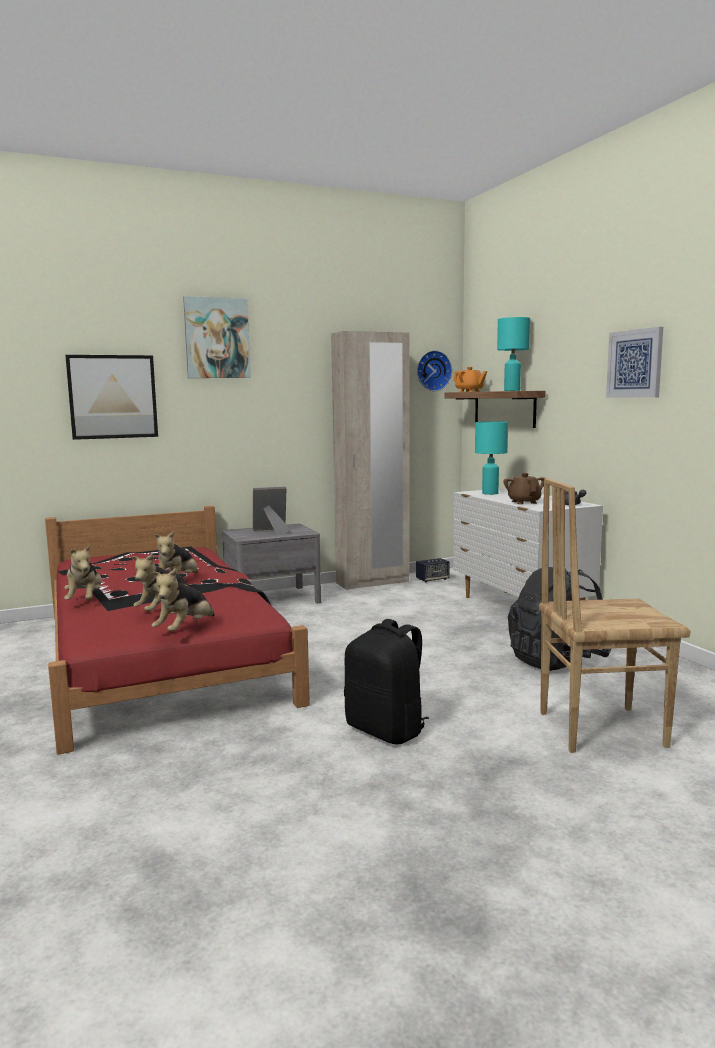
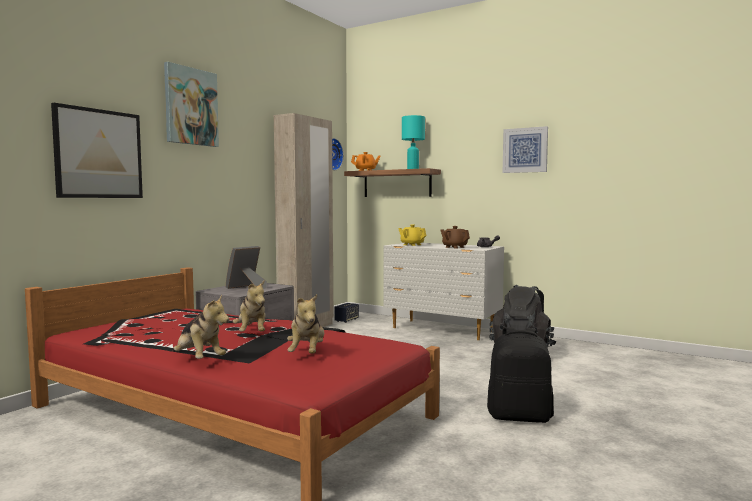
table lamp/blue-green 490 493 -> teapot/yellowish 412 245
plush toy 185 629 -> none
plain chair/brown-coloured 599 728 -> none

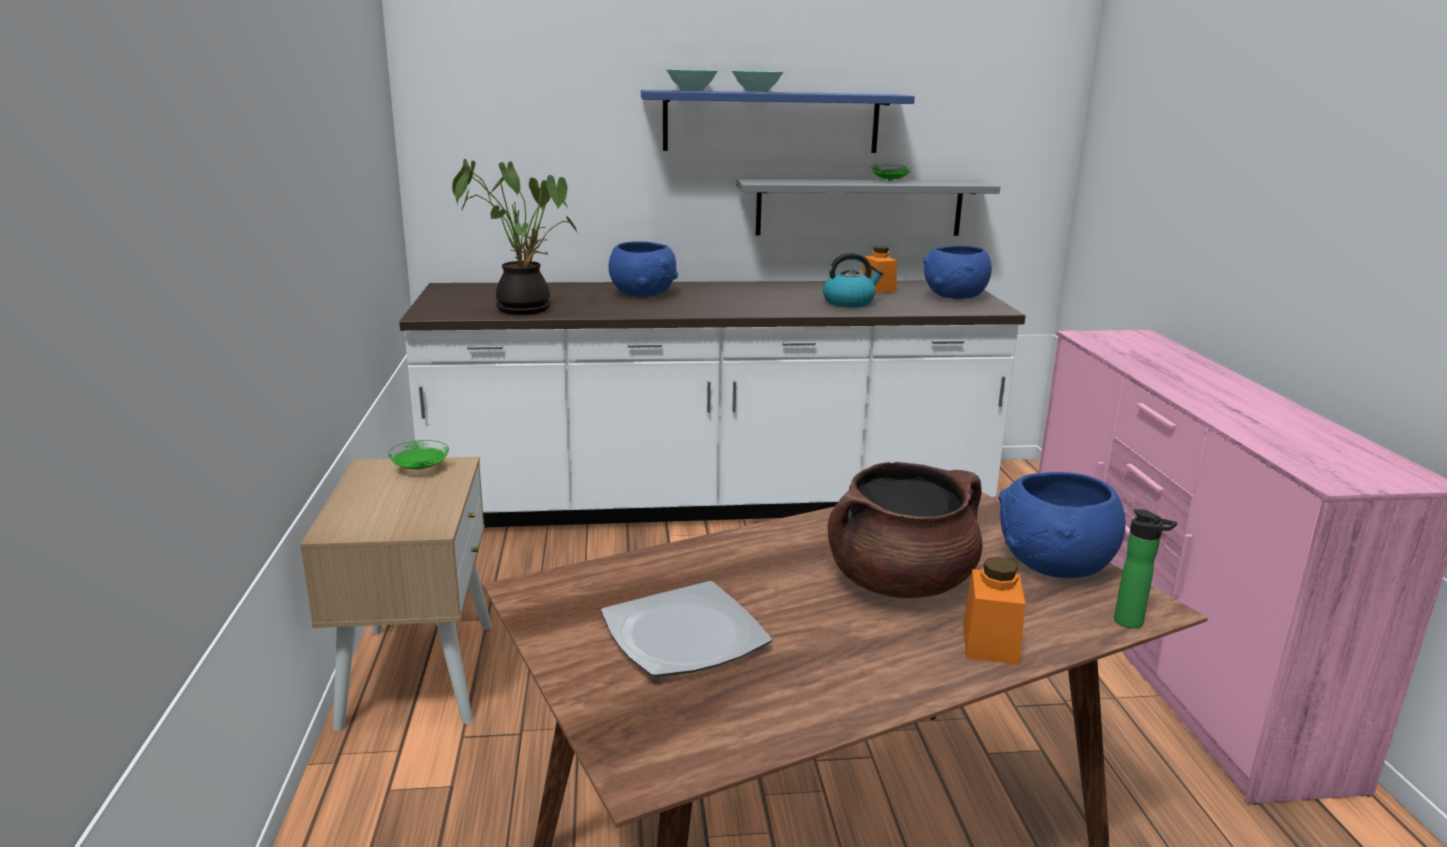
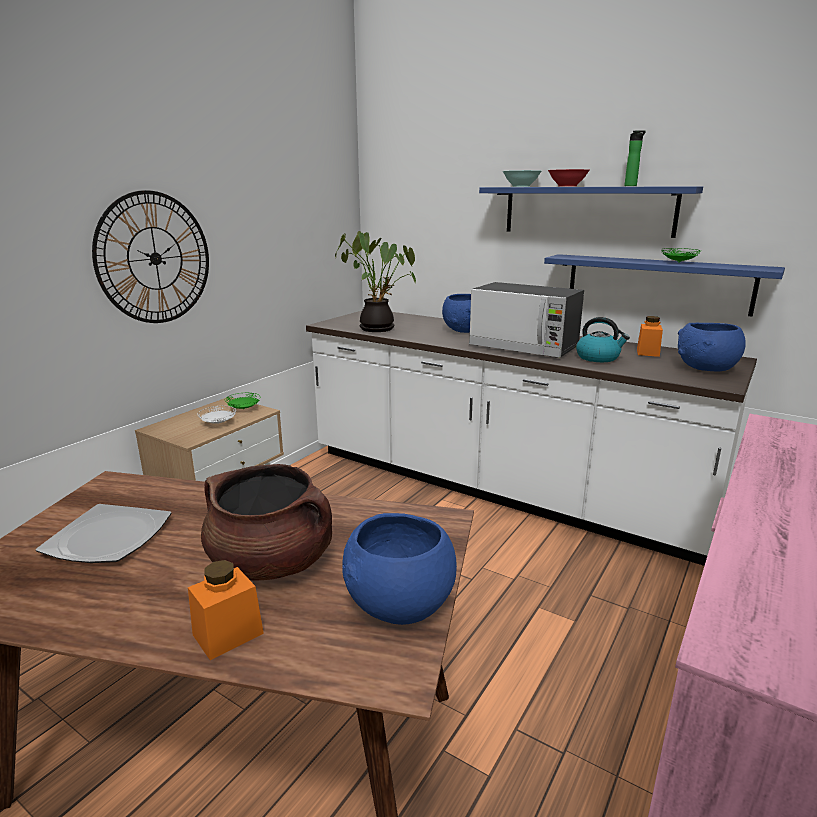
none -> hanging clock 155 258
none -> dinner plate/whitish 218 423
none -> microwave oven 524 347
wall shelf/gray 859 207 -> wall shelf/blue 657 283
deep dish/blue-green 757 92 -> deep dish/red-coloured 567 186
beverage bottle 1133 623 -> beverage bottle 631 186, moved

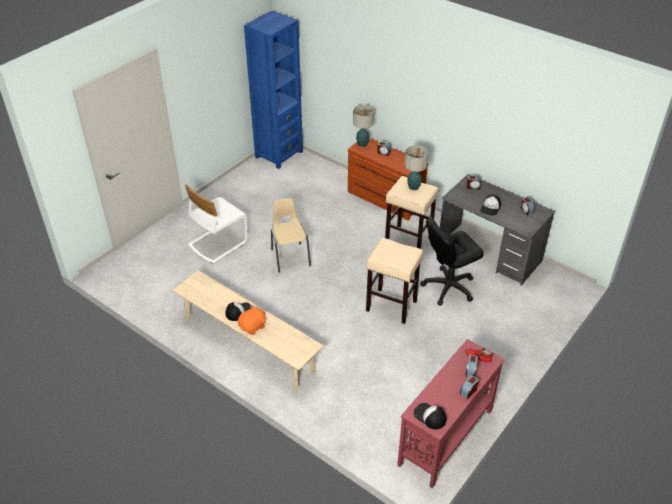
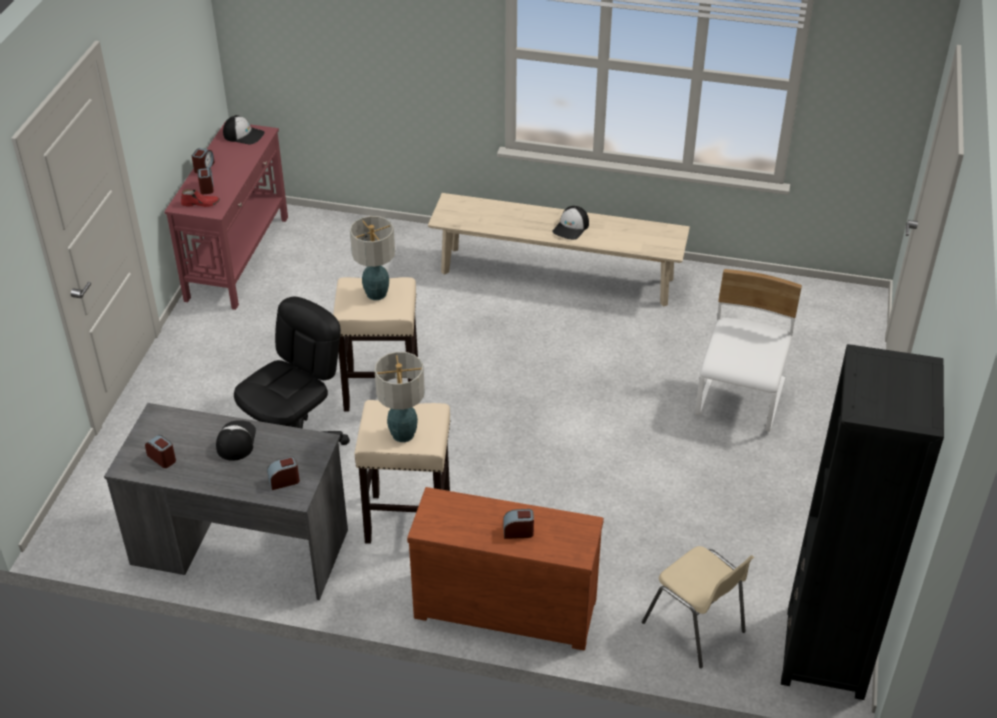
table lamp 362 144 -> table lamp 376 294, moved
plain chair/sand-coloured 290 257 -> plain chair/sand-coloured 695 628, moved
bookcase/blue 279 154 -> bookcase/blackish 825 652
plush toy/orange-coloured 253 327 -> none

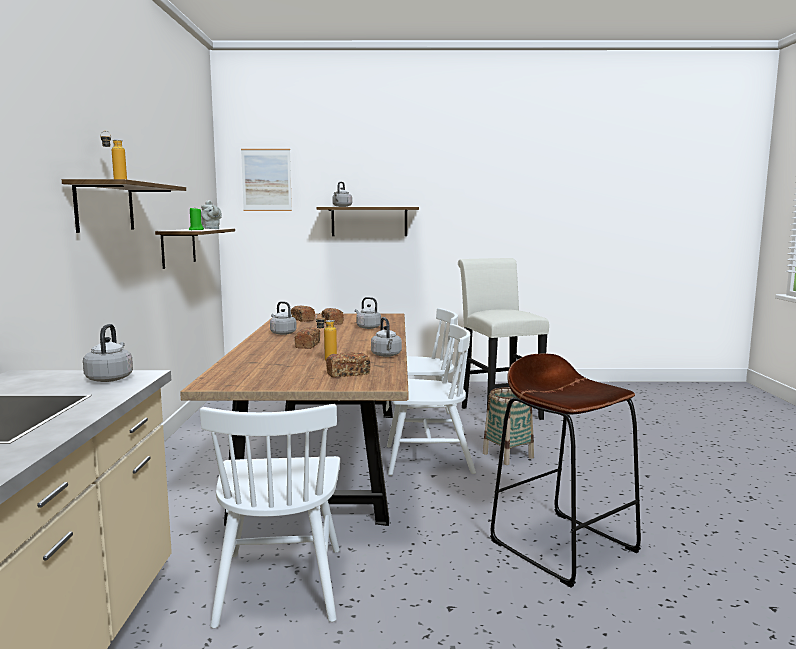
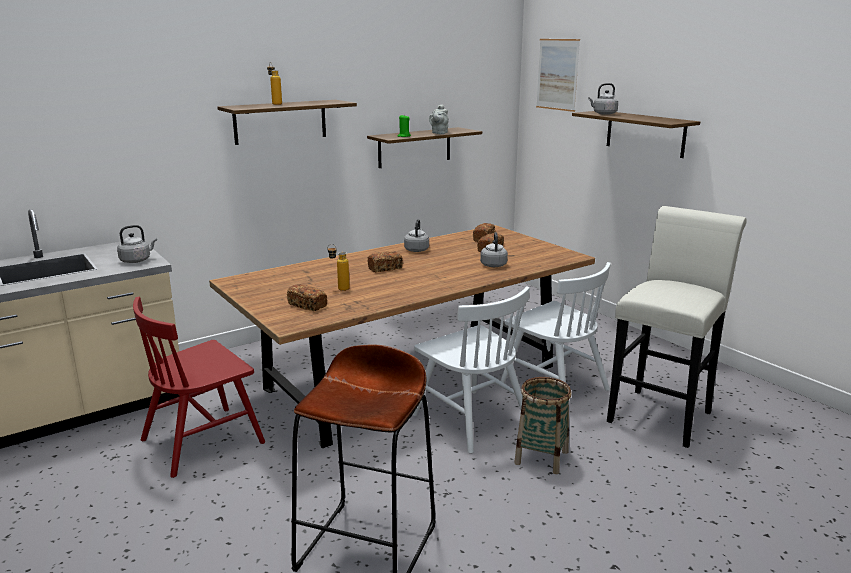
plain chair/whitish 280 585 -> plain chair/red-coloured 203 441
tea kettle/gray 386 355 -> none

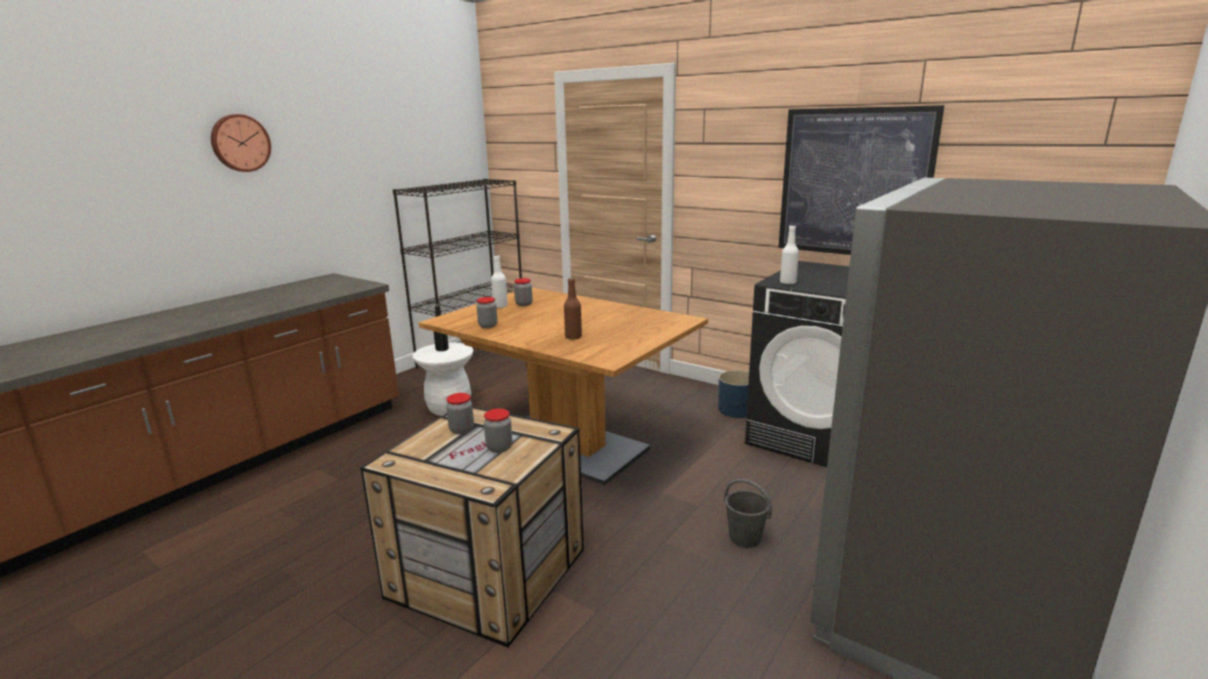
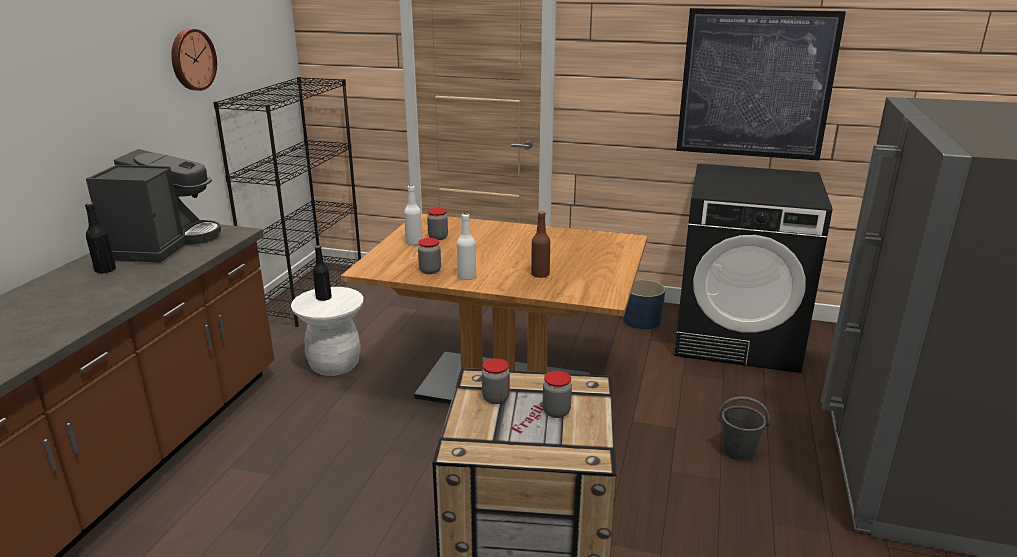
none -> beverage bottle/blackish 105 270
none -> coffee brewer 162 244
hanging clock 240 143 -> hanging clock 191 59, moved
beverage bottle/whitish 787 282 -> beverage bottle/whitish 467 277, moved

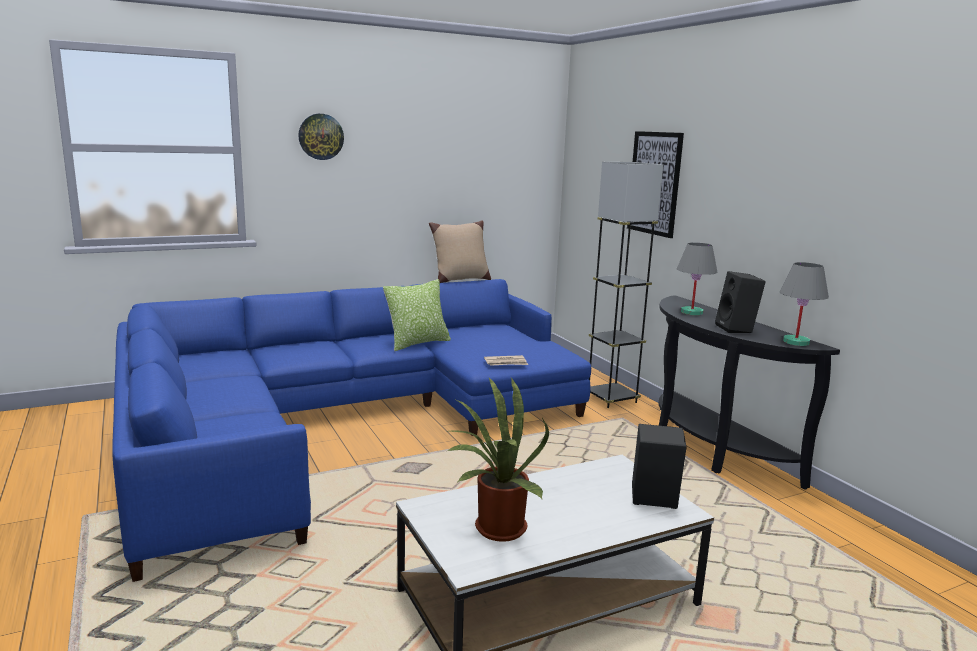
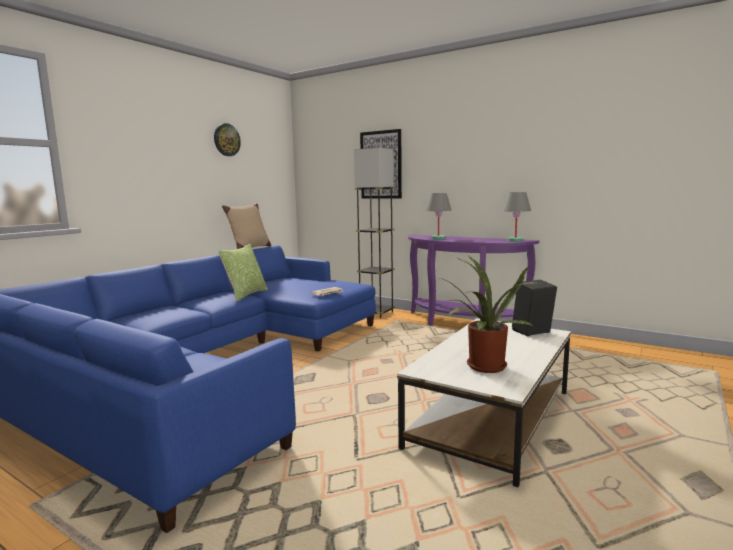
hanging clock 321 136 -> hanging clock 226 140, moved
narrow table/blackish 708 449 -> narrow table/purple-coloured 461 324
speaker/blackish 737 329 -> none

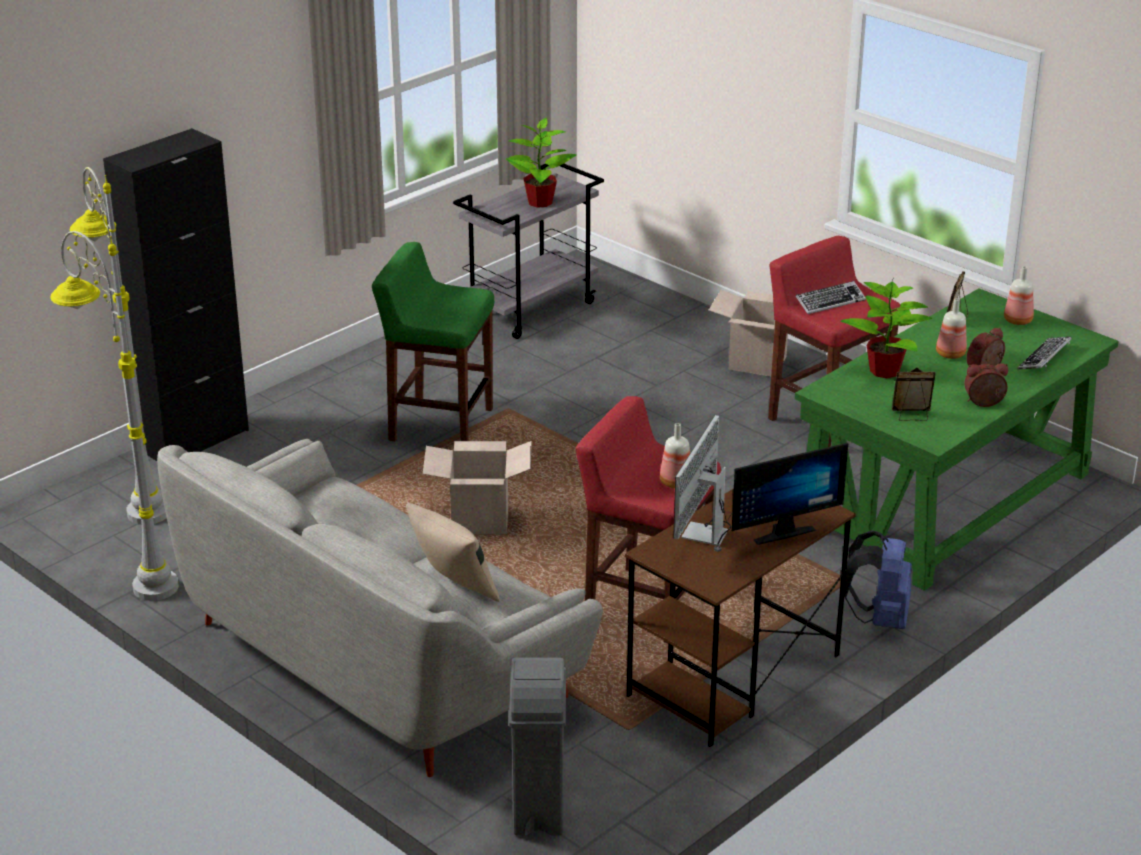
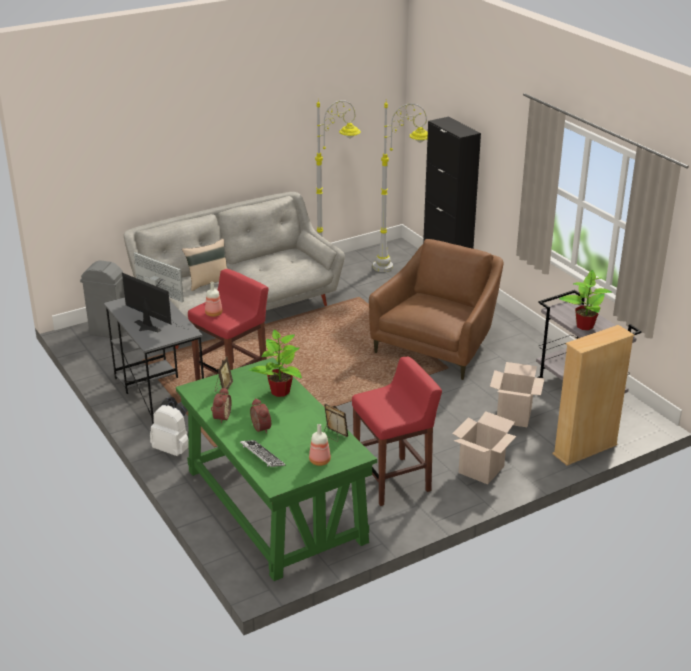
desk unit/brown-coloured 733 677 -> desk unit/gray 159 394
computer screen 780 531 -> computer screen 144 328, 135 degrees clockwise
backpack/blue 880 618 -> backpack/whitish 174 449
stool seat/green 439 424 -> armchair/brown-coloured 438 345
packing box 480 520 -> packing box 514 416, moved
none -> bookcase/sand-coloured 585 450
keyboard 830 302 -> none
beverage bottle 949 354 -> none

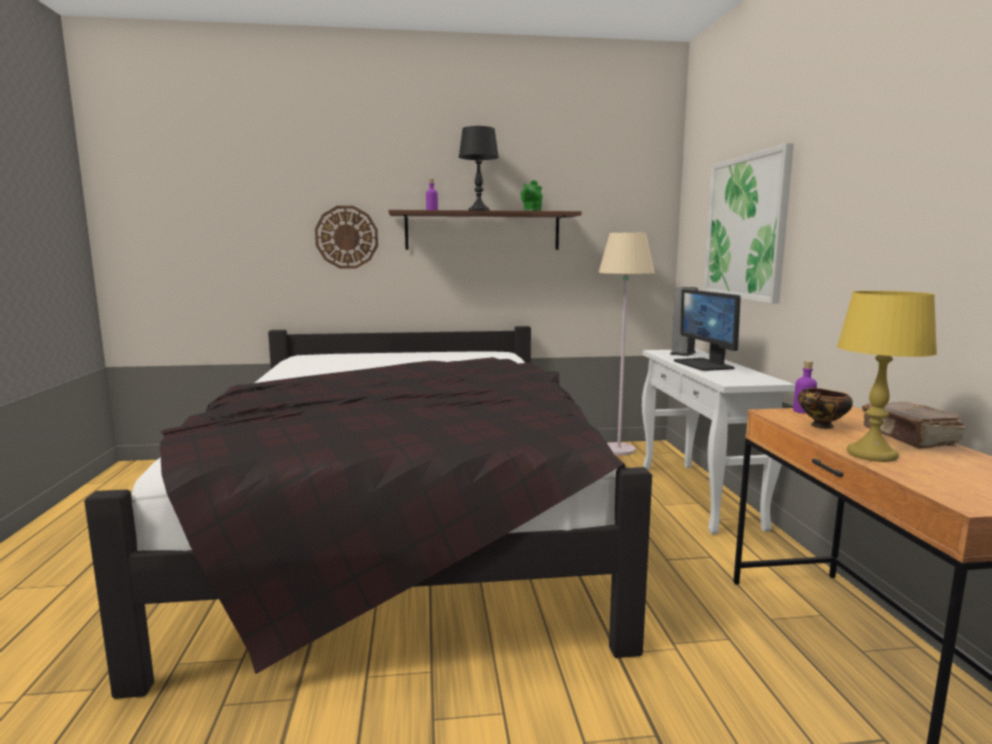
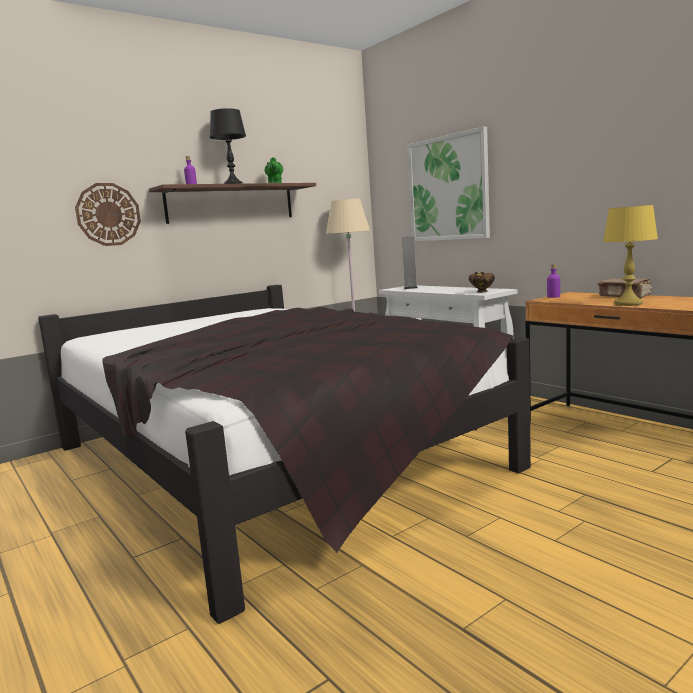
deep dish 821 426 -> deep dish 482 292, moved
computer screen 704 365 -> none

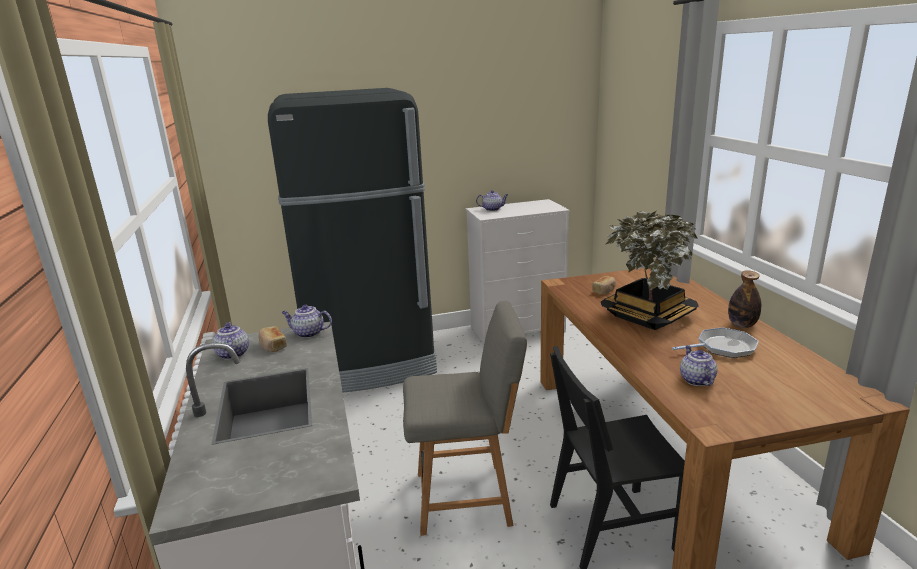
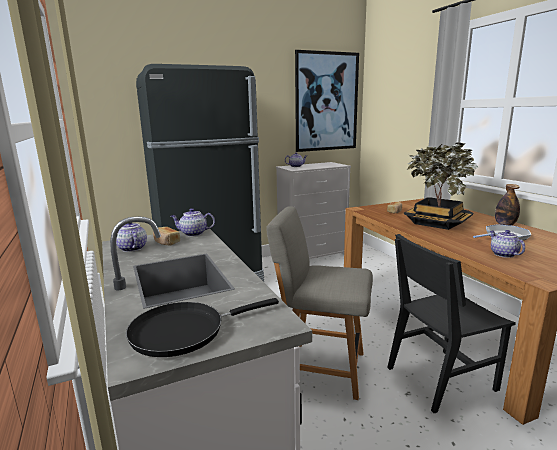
none -> skillet/blackish 184 331
plain chair/gray 467 497 -> plain chair/gray 321 368, 150 degrees counterclockwise
none -> wall picture 326 102

